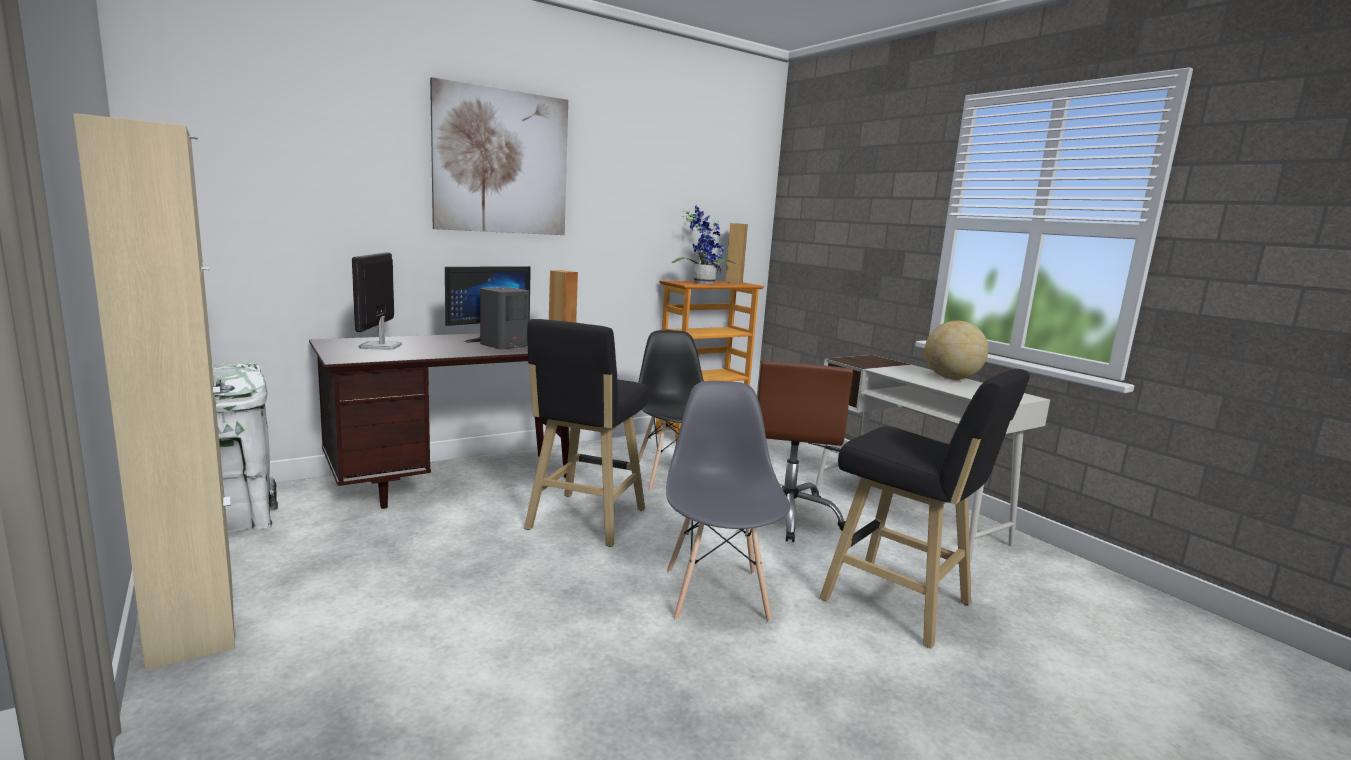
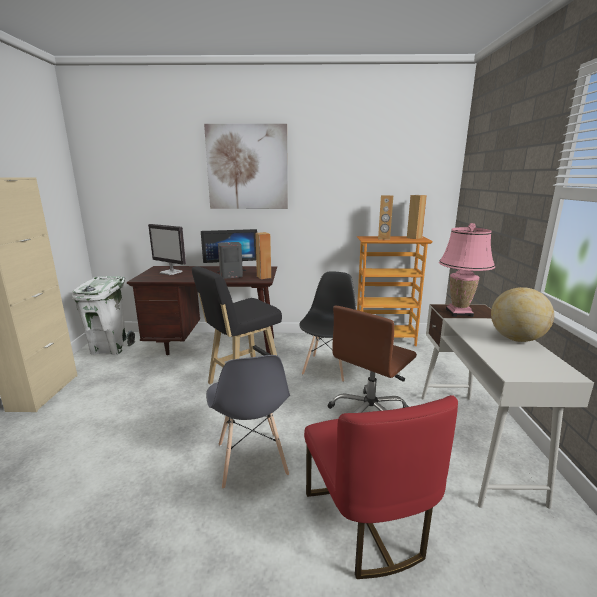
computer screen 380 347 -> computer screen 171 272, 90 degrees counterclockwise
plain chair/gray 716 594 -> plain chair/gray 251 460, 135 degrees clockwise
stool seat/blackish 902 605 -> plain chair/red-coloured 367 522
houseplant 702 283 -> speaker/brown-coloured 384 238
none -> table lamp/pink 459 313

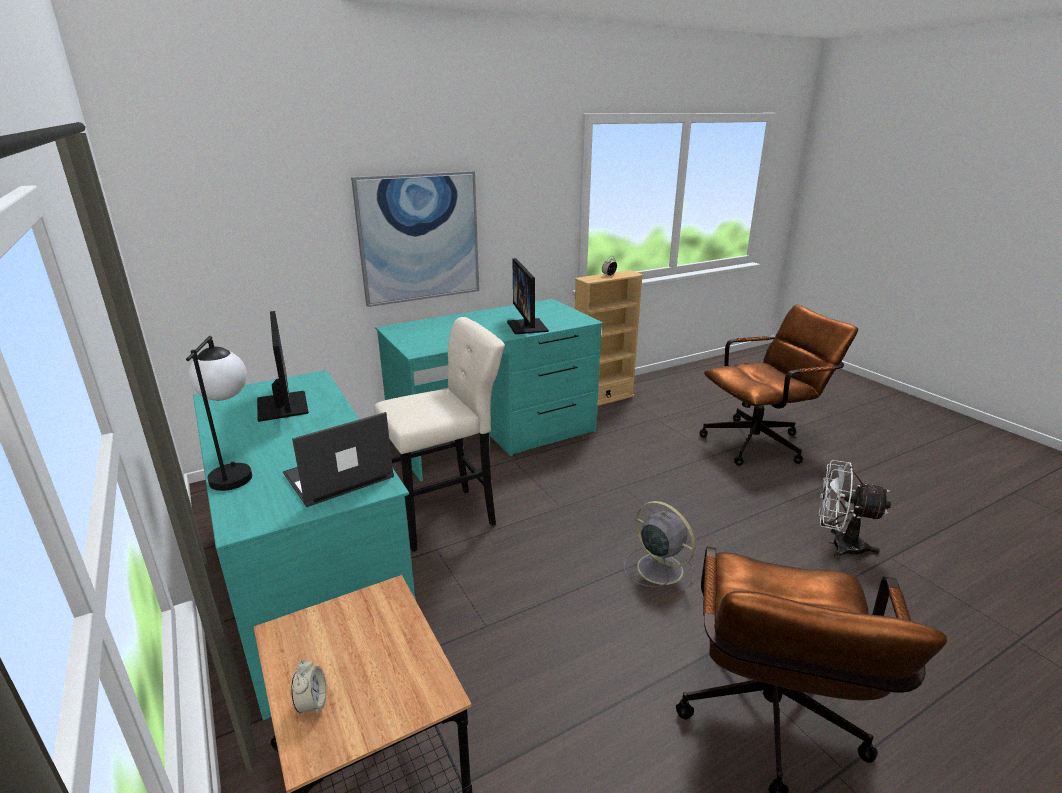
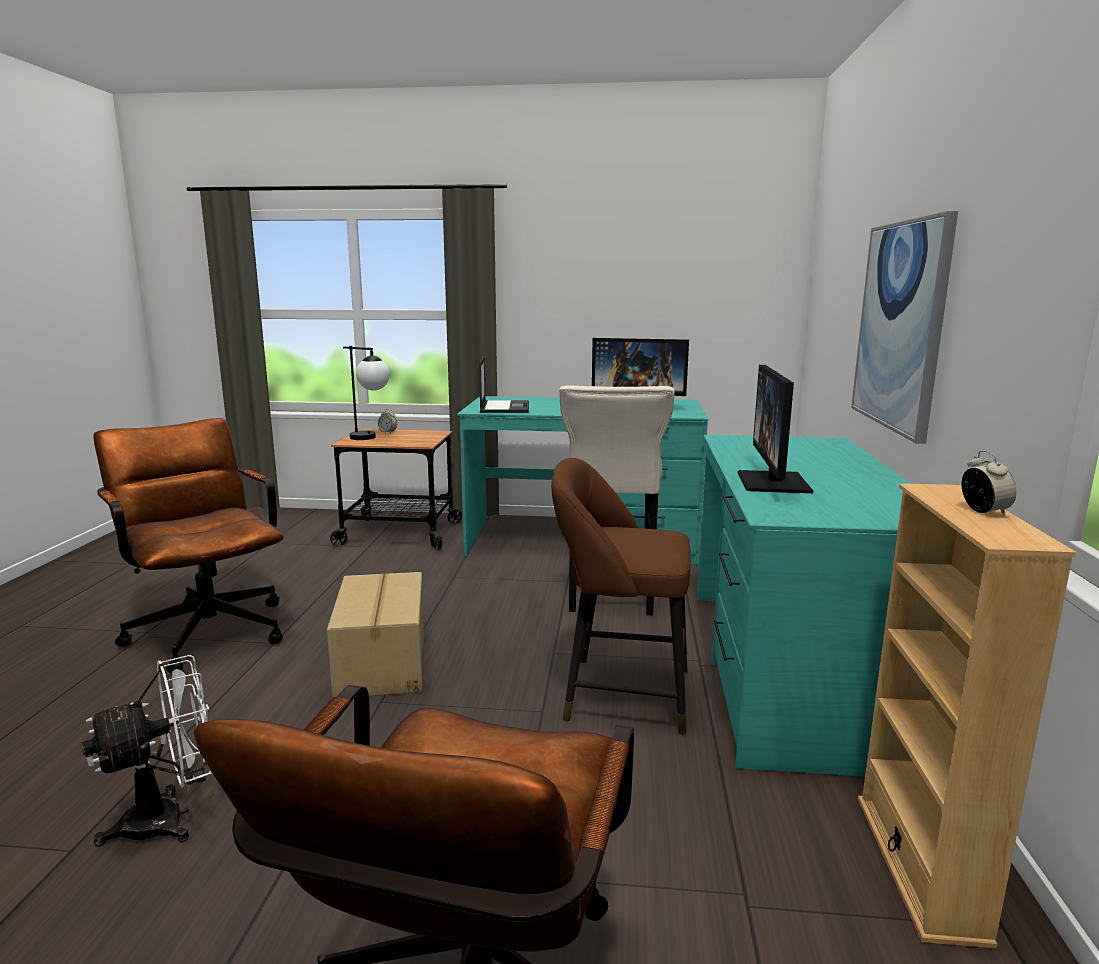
cooling fan/gray 658 568 -> packing box 384 662
table lamp 235 470 -> table lamp 371 438, moved
none -> stool seat/brown-coloured 618 693
computer screen 527 326 -> computer screen 774 482, 105 degrees counterclockwise

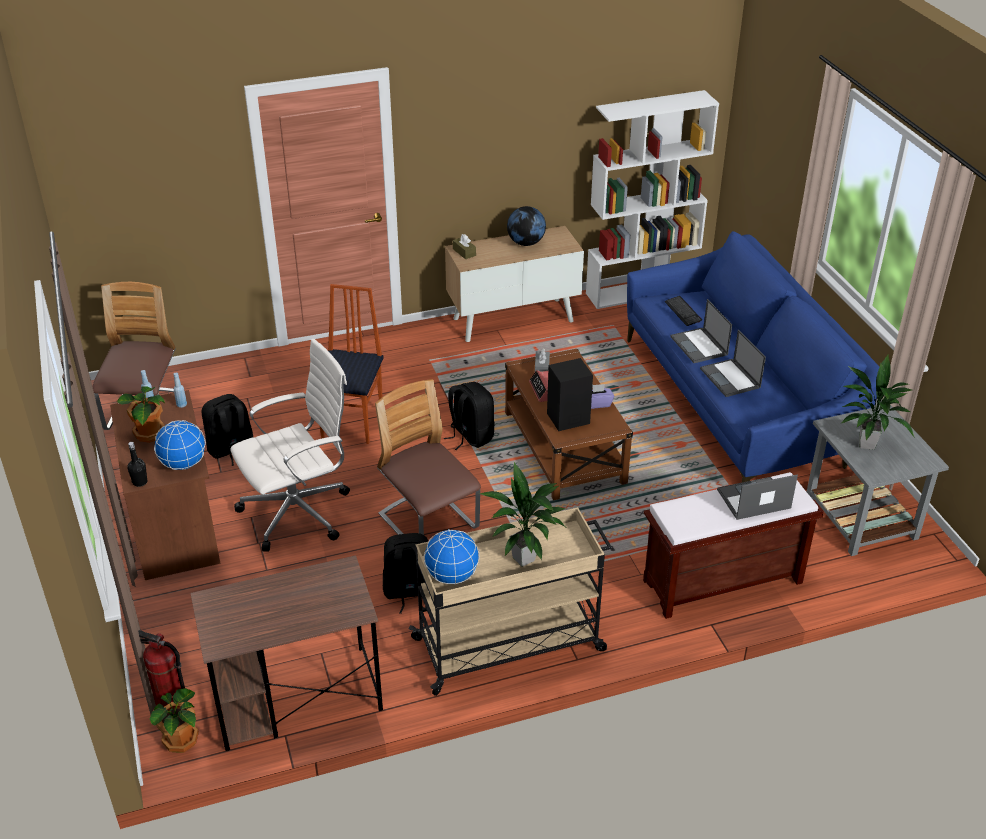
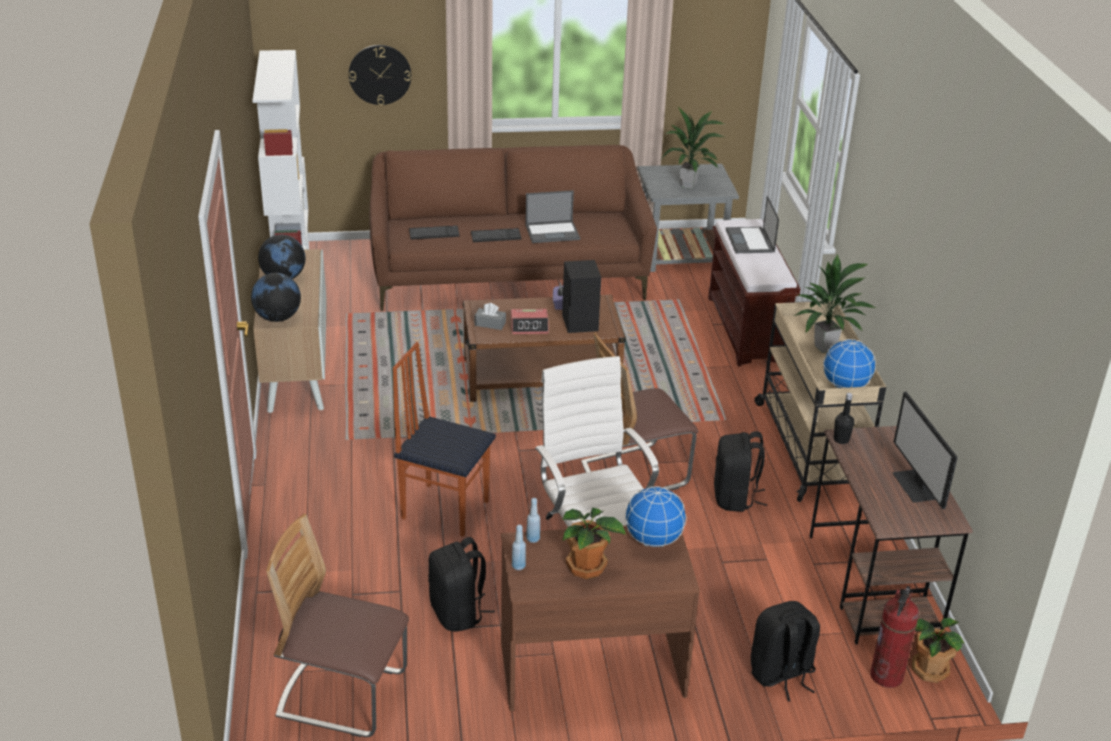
box of tissues/brown-coloured 464 252 -> desk globe 278 318
none -> hanging clock 380 74
sofa/blue 736 402 -> sofa/brown-coloured 508 275
laptop 699 346 -> keyboard 496 236
backpack/blackish 470 436 -> backpack/blackish 781 675, moved
beverage bottle/blackish 140 482 -> beverage bottle/blackish 841 439, moved
none -> computer screen 917 486

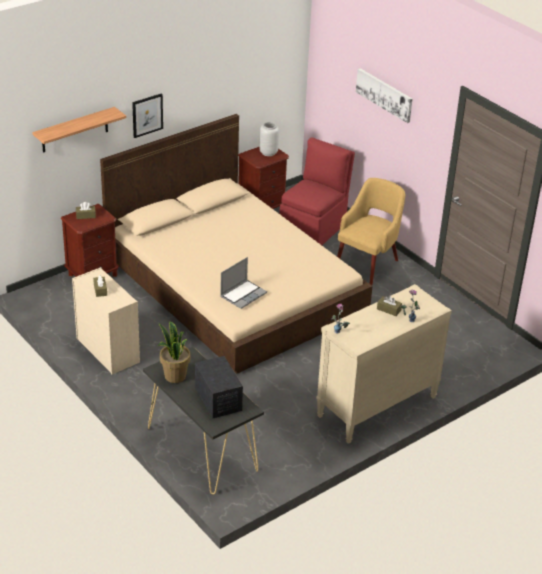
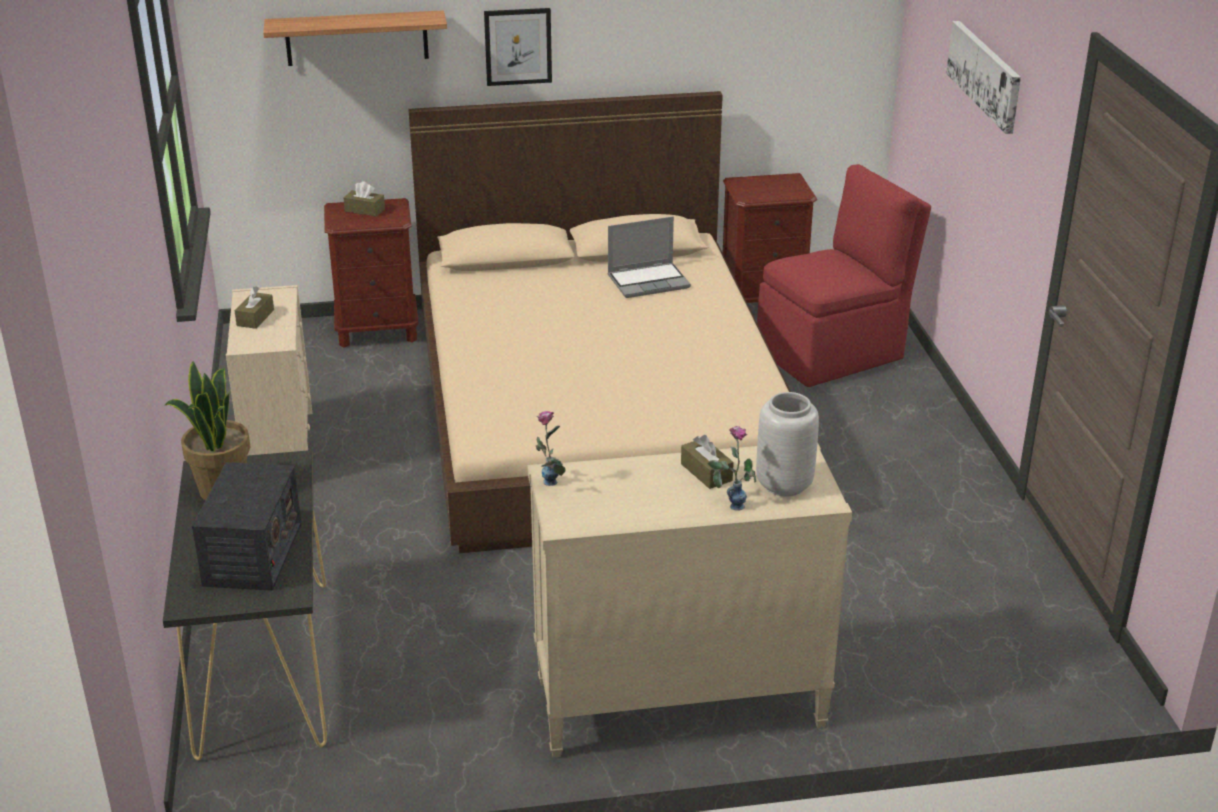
laptop 243 294 -> laptop 649 281, moved
flower vase/gray 269 153 -> flower vase/gray 785 485, moved
armchair/yellowish 368 264 -> none

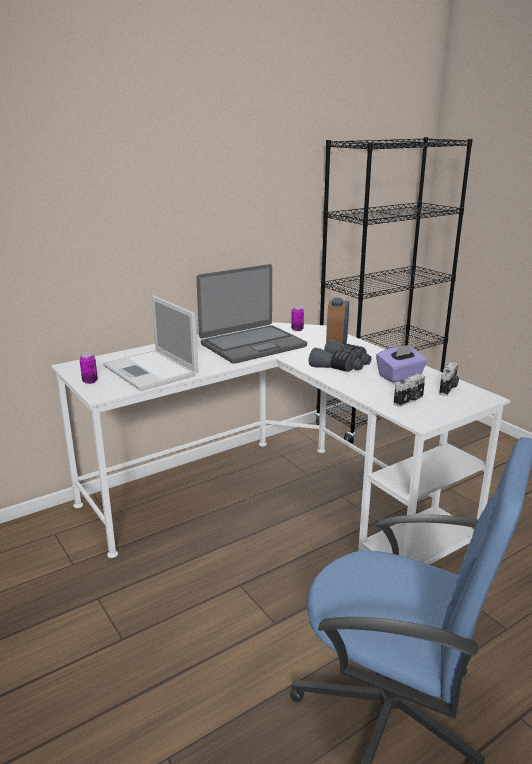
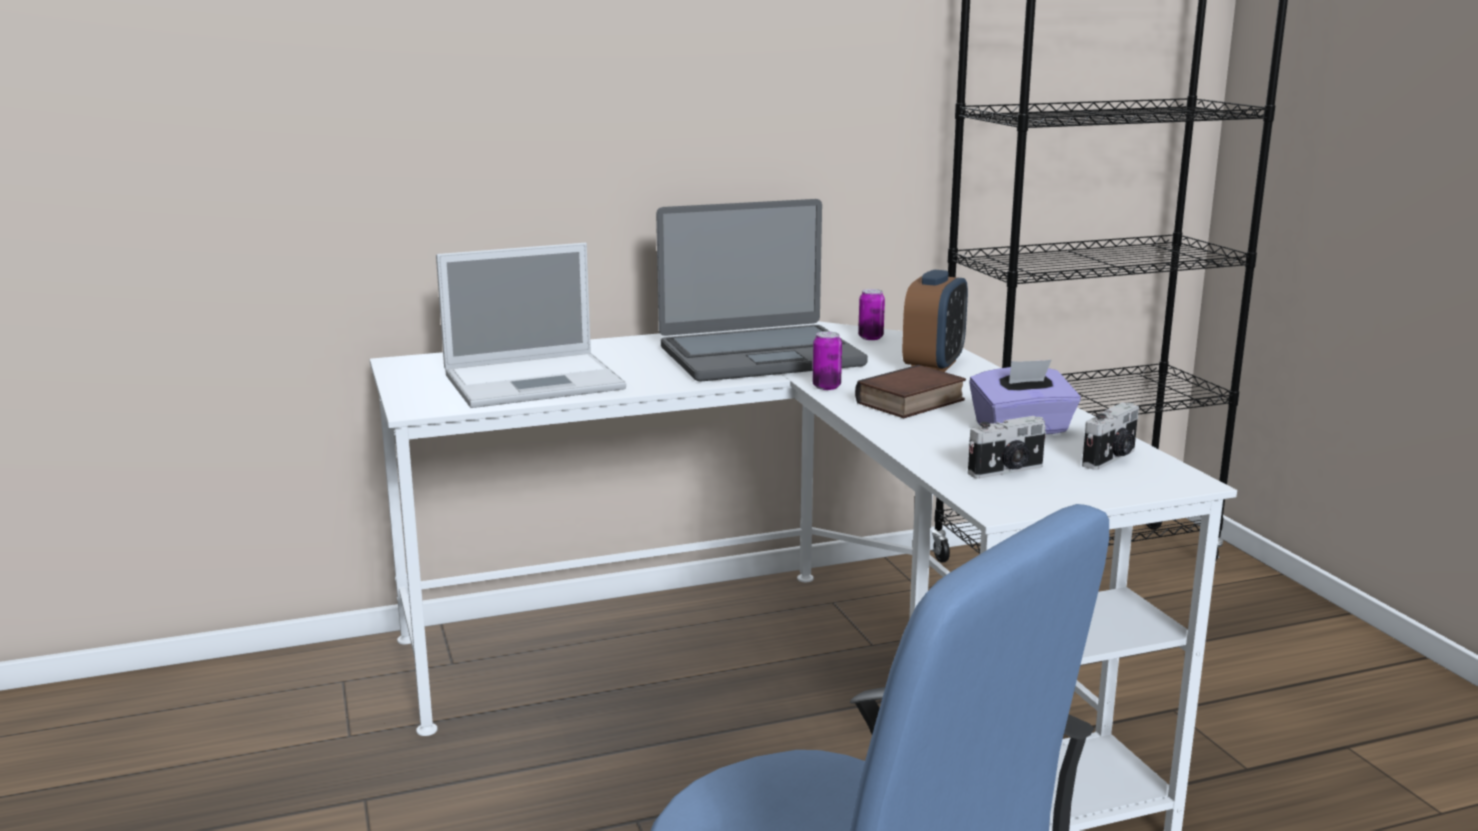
laptop 151 371 -> laptop 537 381, 90 degrees counterclockwise
sealed can 90 381 -> sealed can 826 387, moved
pair of binoculars/gray 341 366 -> book 911 402

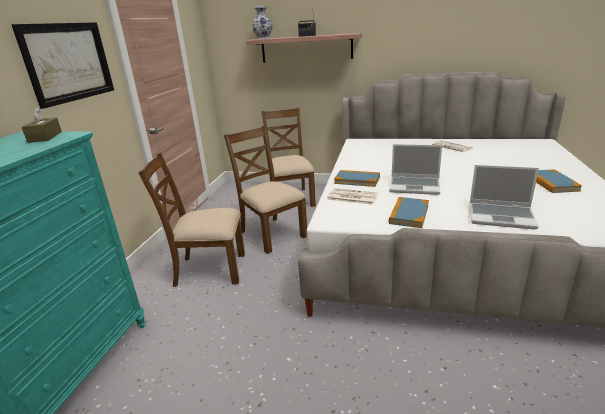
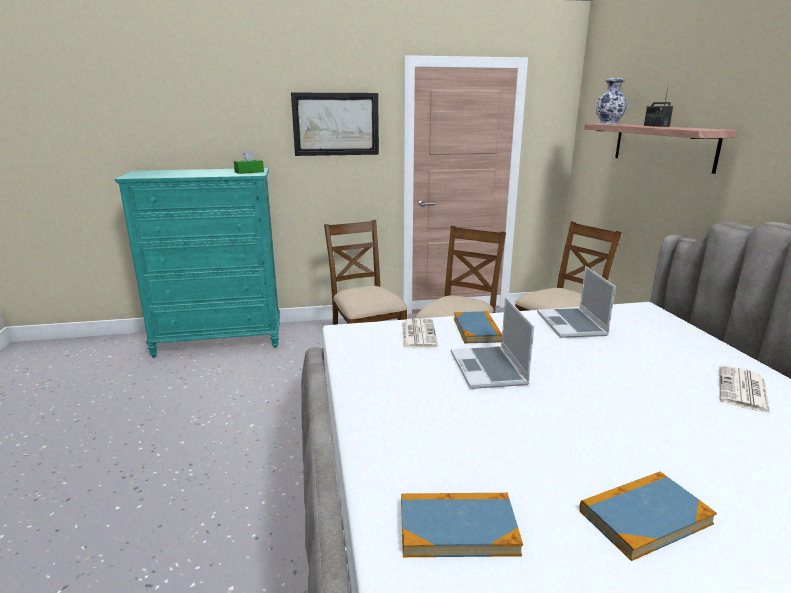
box of tissues/brown-coloured 45 137 -> box of tissues/green 249 172
book 409 214 -> book 457 528, moved
laptop 501 216 -> laptop 572 325, moved

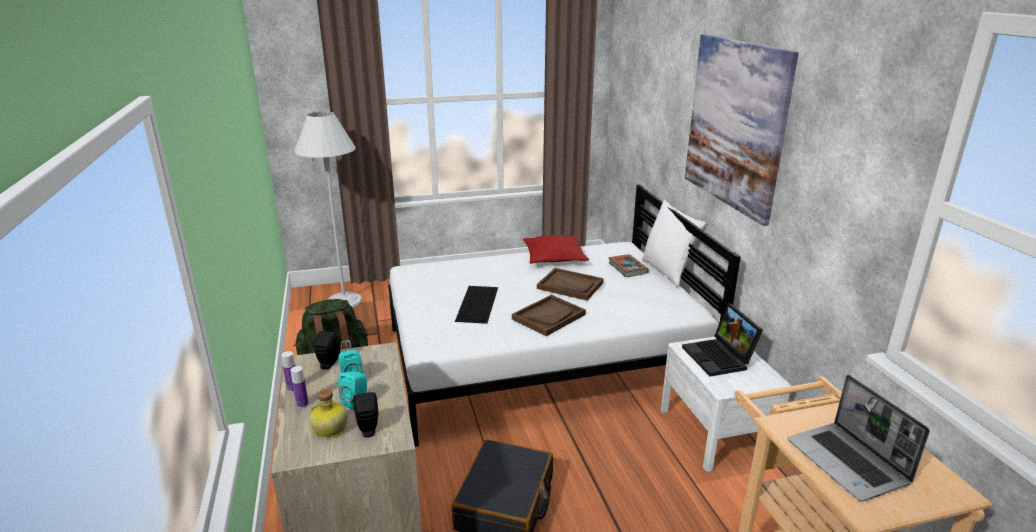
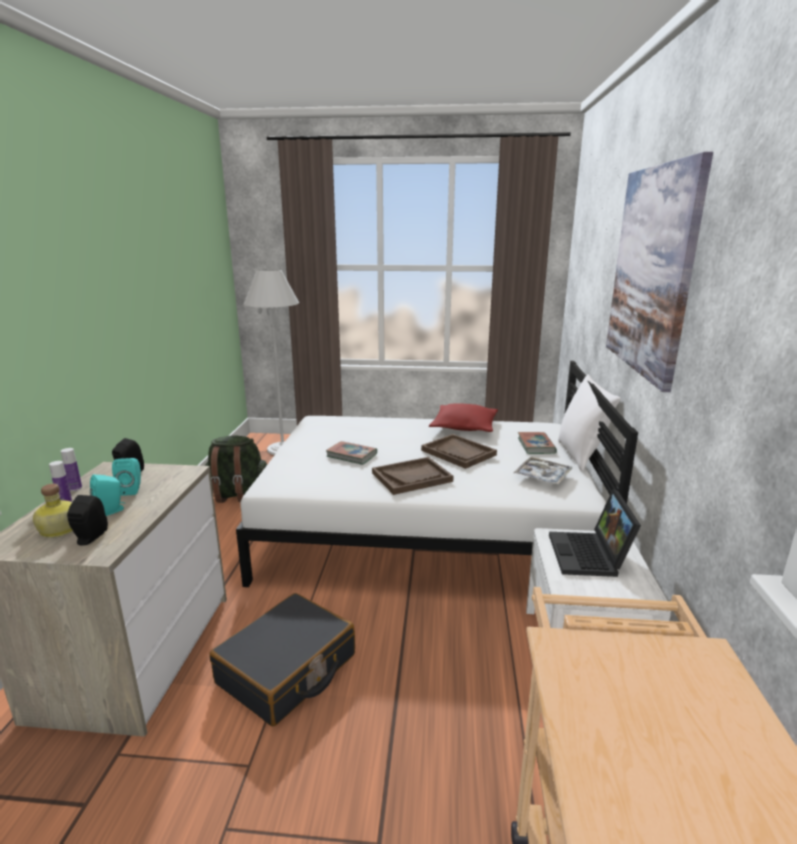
keyboard 477 304 -> book 351 455
none -> tray 542 476
laptop 848 463 -> none

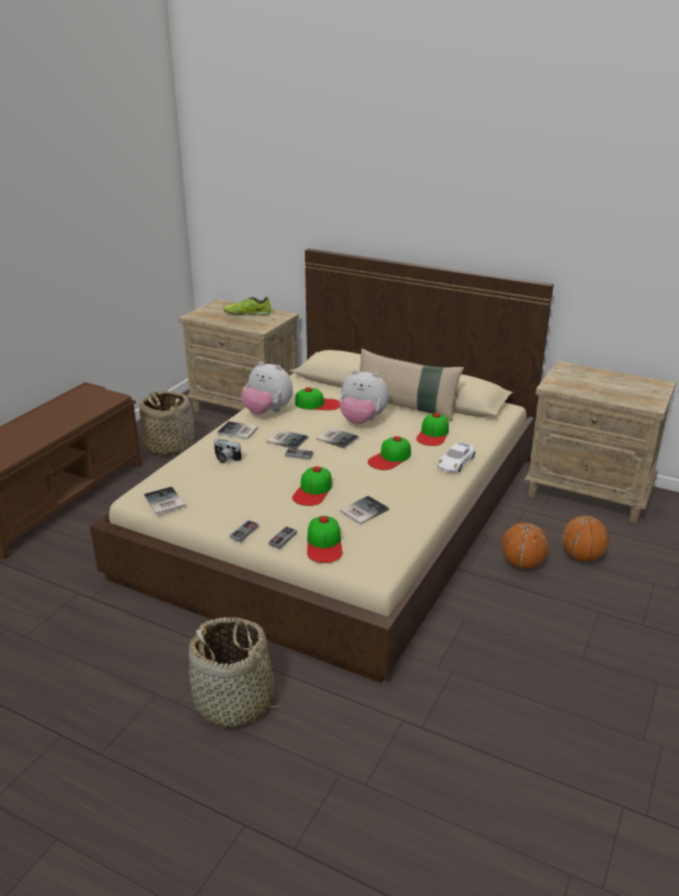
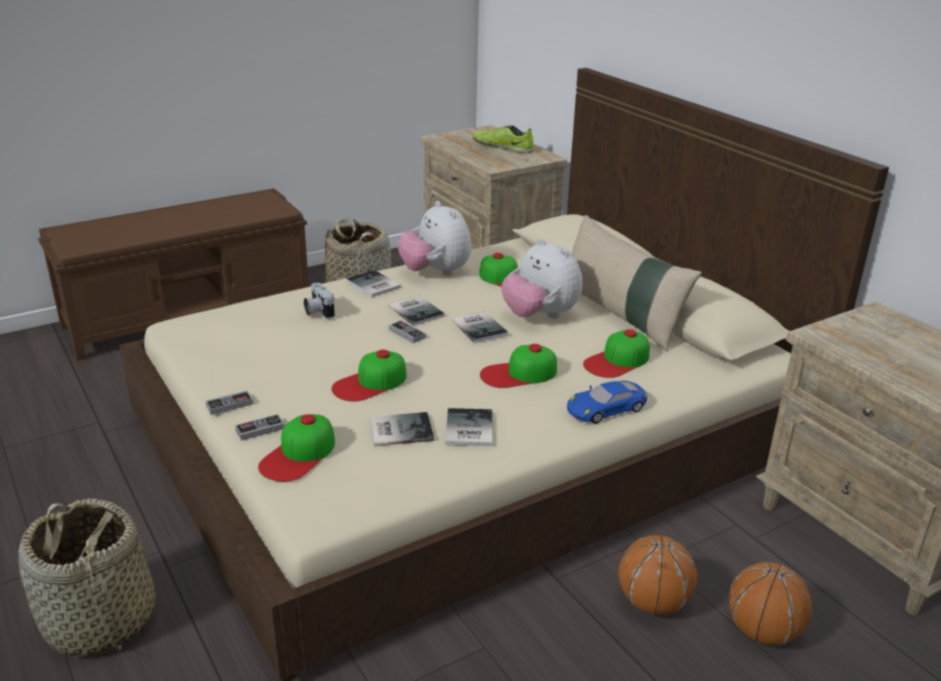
book 163 502 -> book 467 429, moved
toy car/whitish 456 462 -> toy car/blue 606 408

